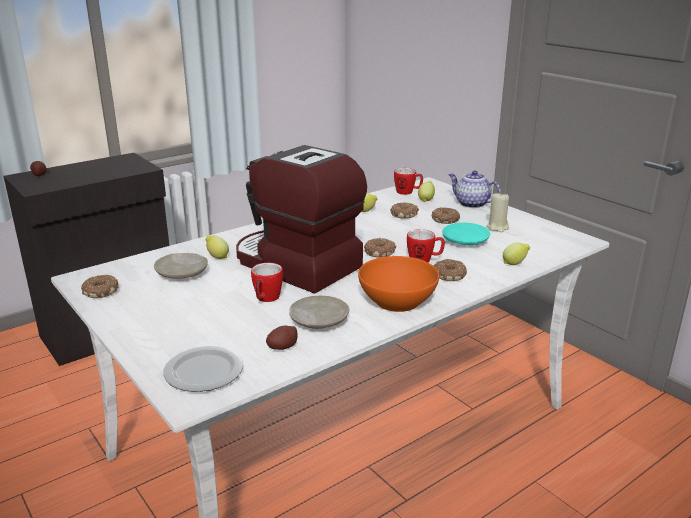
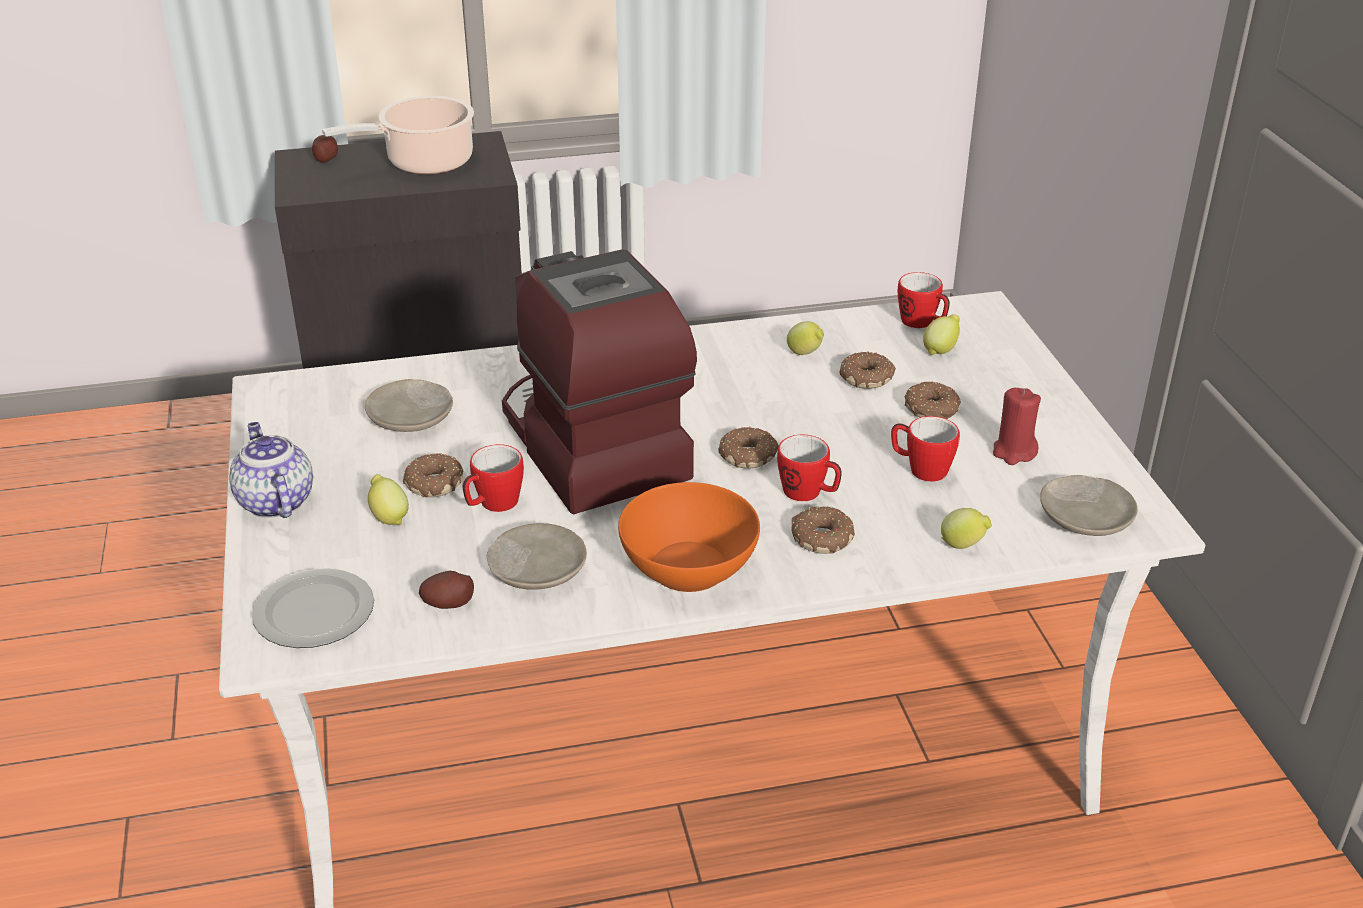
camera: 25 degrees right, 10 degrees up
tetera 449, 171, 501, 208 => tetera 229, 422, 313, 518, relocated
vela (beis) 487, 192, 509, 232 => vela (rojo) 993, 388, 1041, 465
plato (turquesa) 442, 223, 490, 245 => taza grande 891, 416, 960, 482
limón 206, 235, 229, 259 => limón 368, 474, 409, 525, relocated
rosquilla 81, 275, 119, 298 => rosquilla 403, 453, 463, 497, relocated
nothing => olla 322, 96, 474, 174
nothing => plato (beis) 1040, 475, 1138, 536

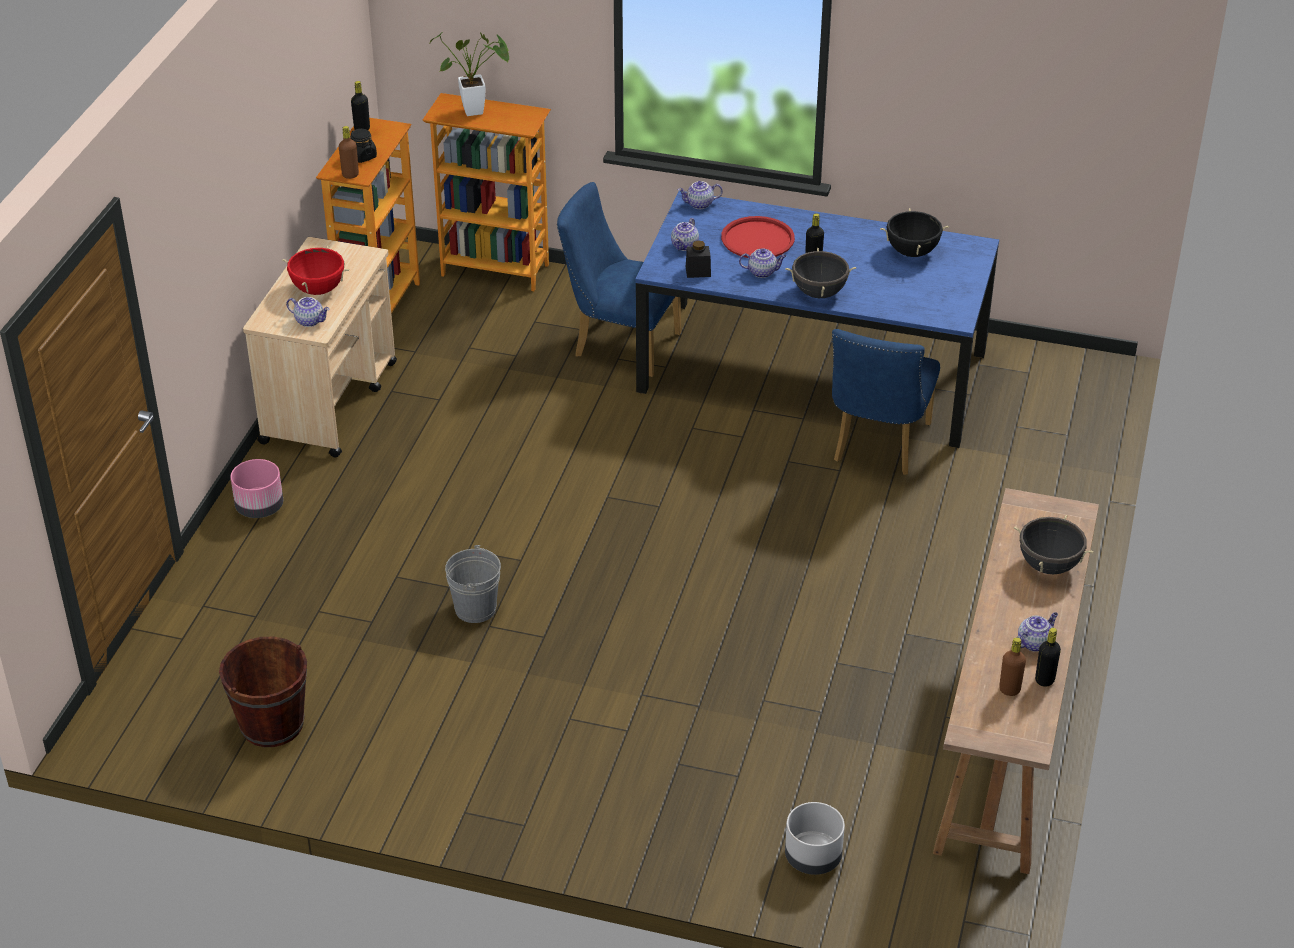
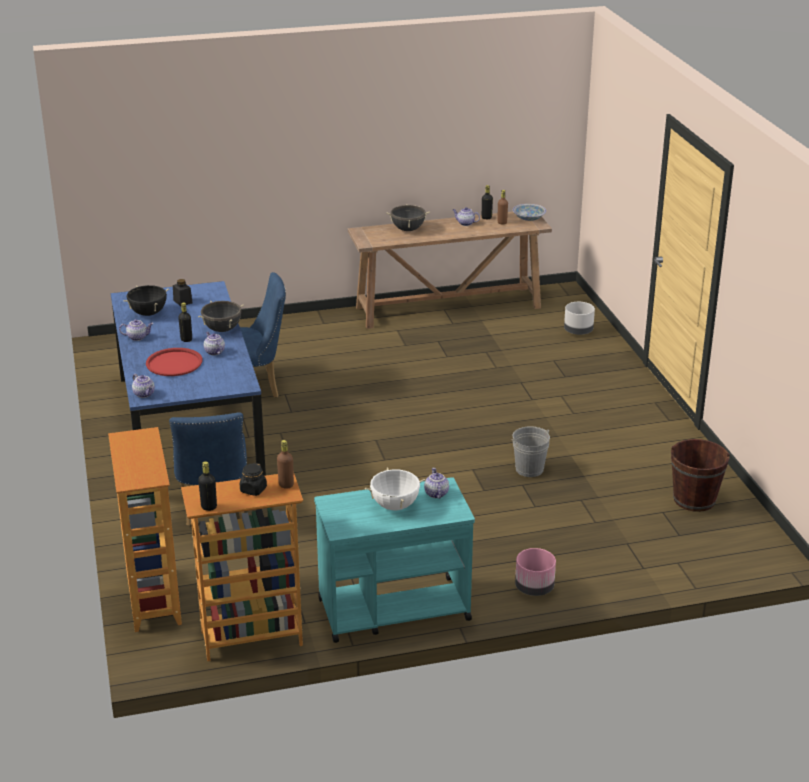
camera: 120 degrees left, 10 degrees down
planta en maceta 430, 32, 510, 116 => nothing
tetera 671, 218, 699, 251 => tetera 119, 319, 154, 341, relocated
carrito (beis) 243, 237, 397, 458 => carrito (turquesa) 314, 477, 475, 643
tarro (negro) 686, 240, 711, 278 => tarro (negro) 173, 279, 193, 306, relocated
olla (rojo) 282, 245, 349, 295 => olla (blanco) 365, 467, 425, 510
nothing => cuenco 513, 204, 546, 221

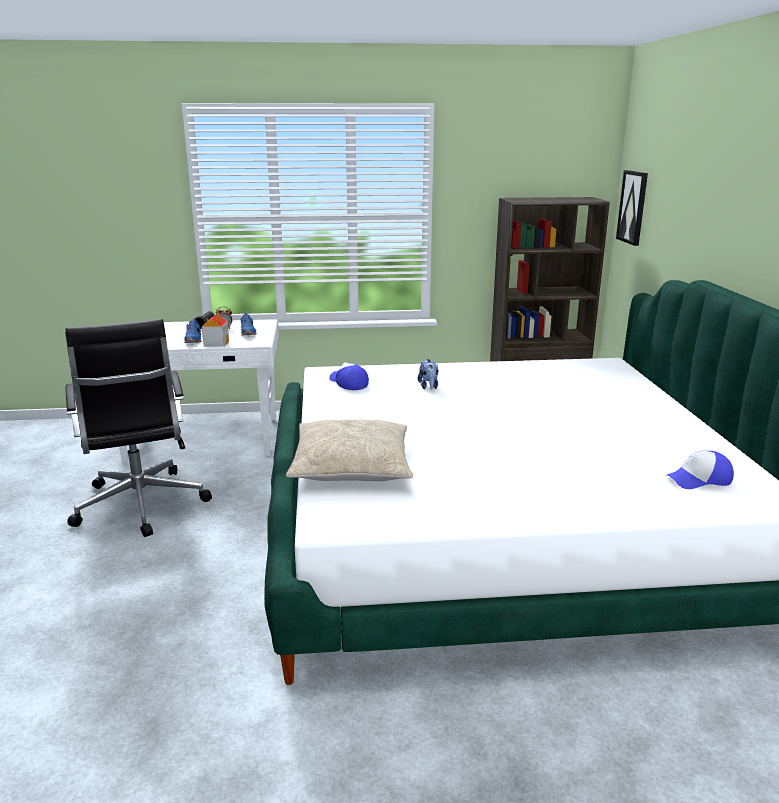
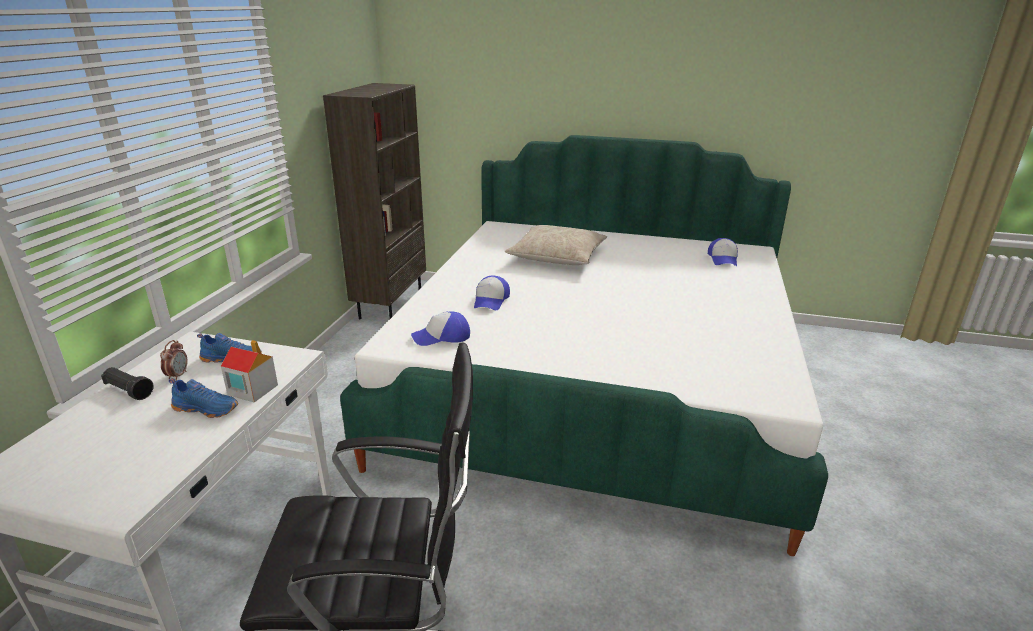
camera: 70 degrees left, 5 degrees up
cuadro 616, 170, 648, 246 => nothing
peluche 418, 359, 438, 389 => gorra 474, 276, 510, 310
cojín (beis) 286, 419, 413, 481 => cojín (beis) 505, 225, 607, 265, relocated

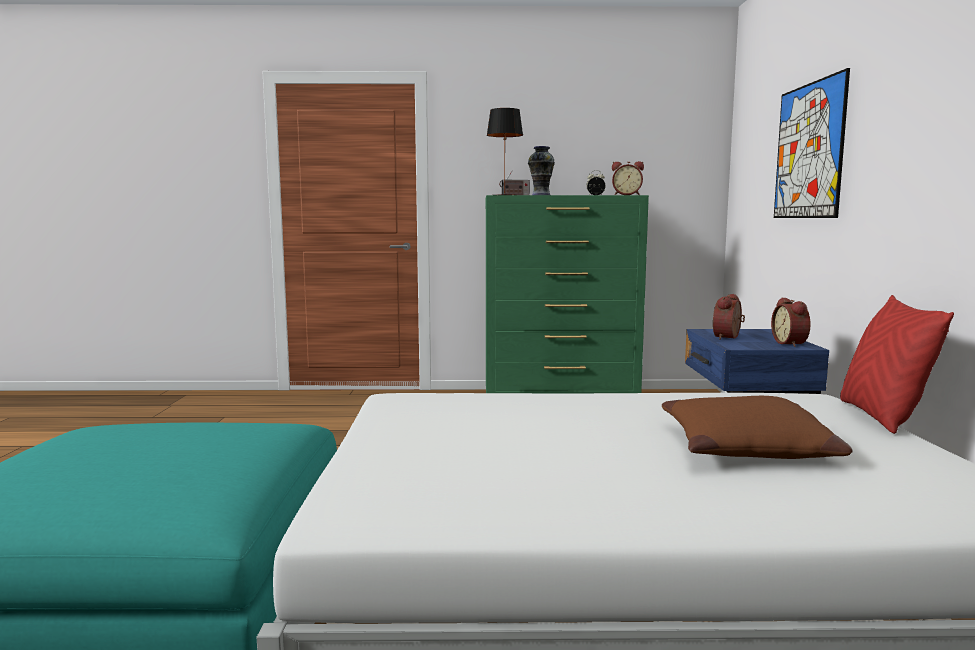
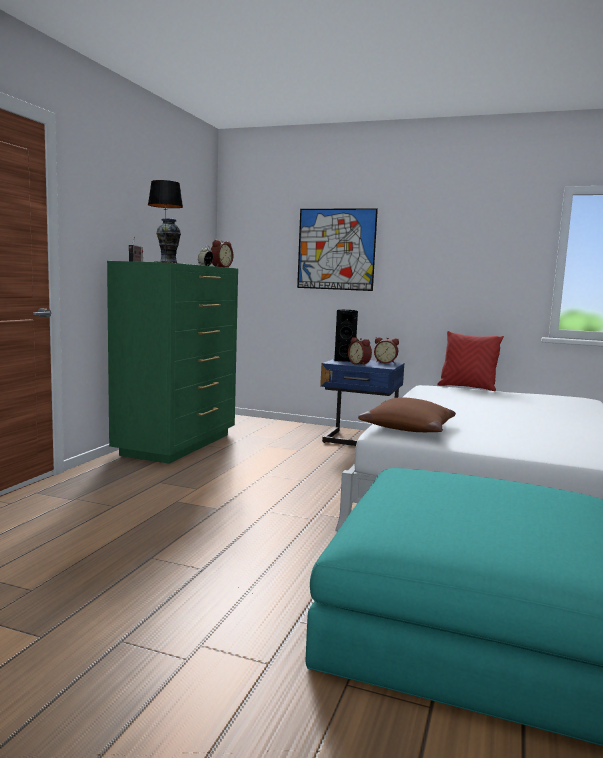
camera: 70 degrees left, 0 degrees up
cojín (marrón) 662, 396, 852, 459 => cojín (marrón) 358, 397, 456, 432, relocated
nothing => altavoz (negro) 334, 309, 358, 362

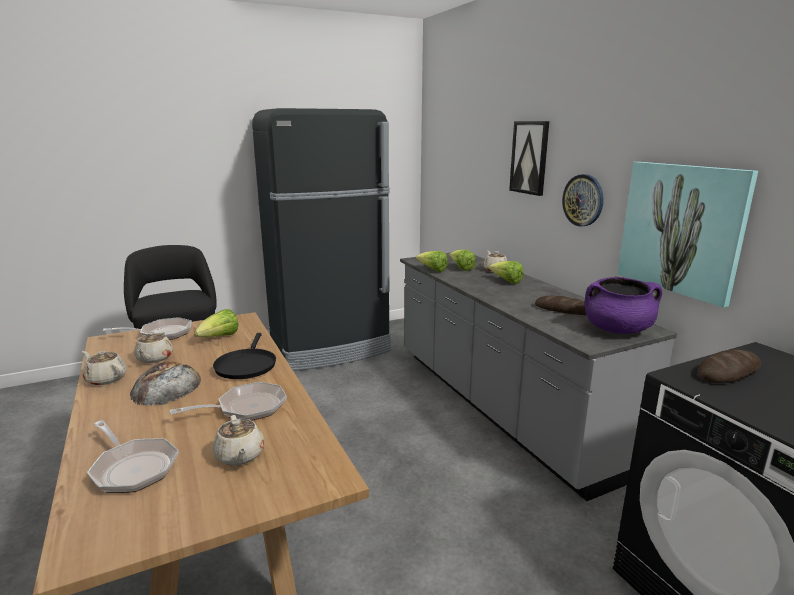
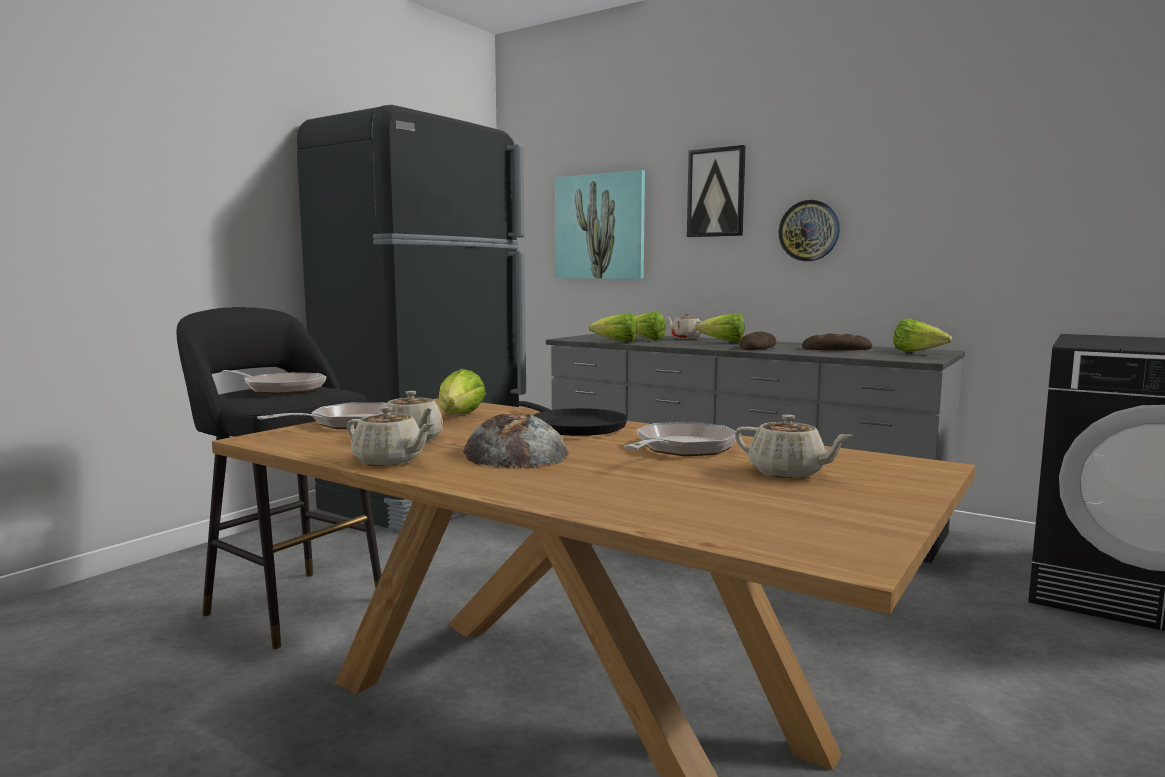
camera: 30 degrees left, 10 degrees down
cuadro 618, 162, 758, 308 => cuadro 555, 170, 645, 279, relocated
olla (morado) 585, 277, 662, 334 => lechuga 893, 319, 952, 352
pan 697, 350, 761, 383 => pan 740, 332, 776, 350, relocated
tetera (beis) 82, 351, 126, 385 => tetera (beis) 347, 406, 434, 466, 150 degrees counterclockwise
sartén 87, 420, 179, 493 => sartén 221, 370, 327, 394, relocated

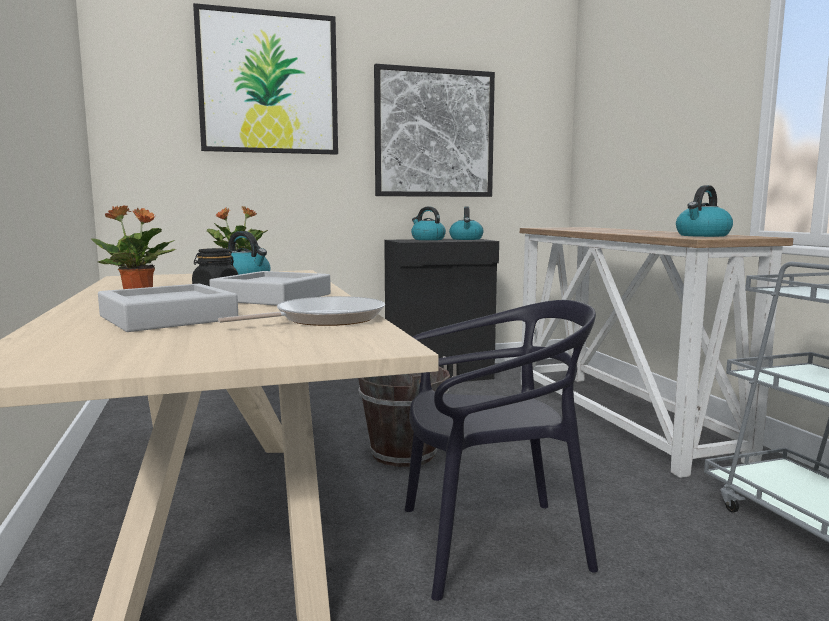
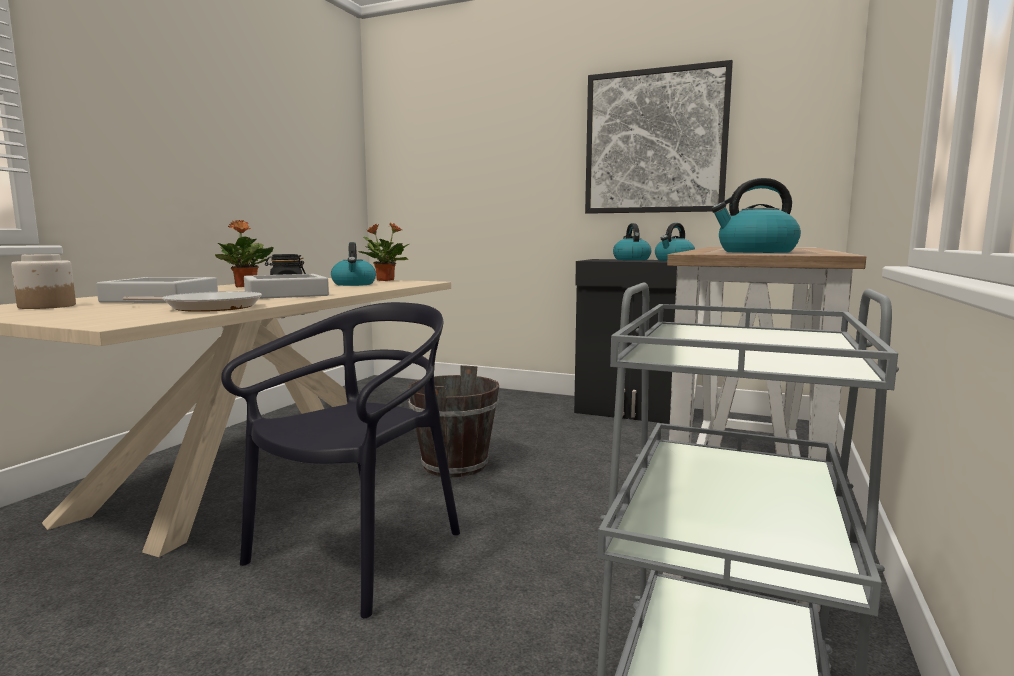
camera: 40 degrees right, 0 degrees up
cuadro 193, 3, 338, 155 => nothing
silla (negro) 405, 300, 598, 601 => silla (negro) 221, 302, 460, 618, 90 degrees counterclockwise
nothing => tarro 11, 254, 76, 309

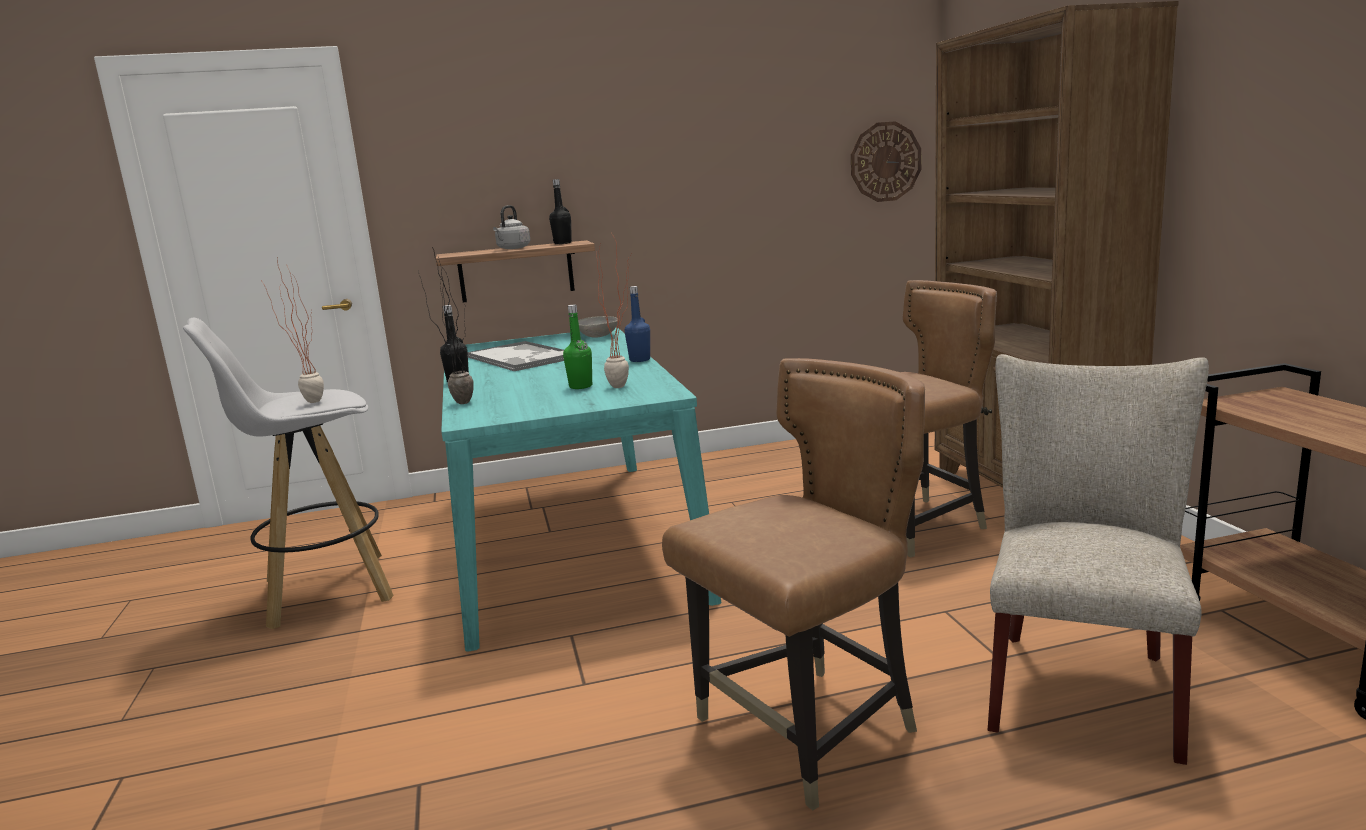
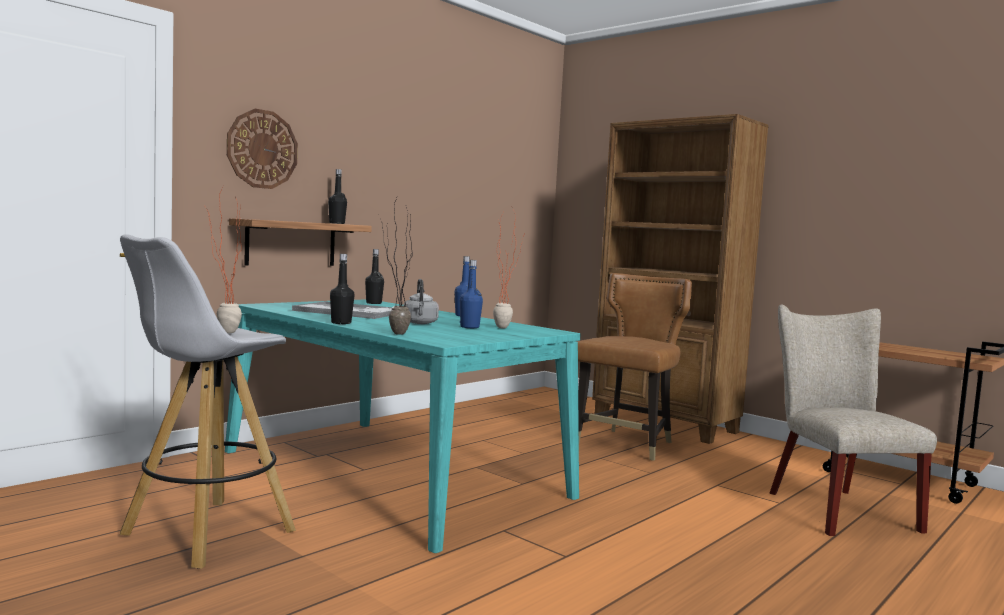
camera: 35 degrees left, 10 degrees down
reloj de pared 851, 121, 921, 202 => reloj de pared 227, 109, 298, 189, relocated
hervidor (gris) 493, 205, 530, 249 => hervidor (gris) 403, 279, 439, 324, relocated
botella (verde) 563, 305, 592, 389 => botella (azul) 460, 260, 483, 328
cuenco (gris) 578, 316, 618, 338 => botella (negro) 365, 249, 384, 304
silla (marrón) 662, 358, 925, 810 => nothing

